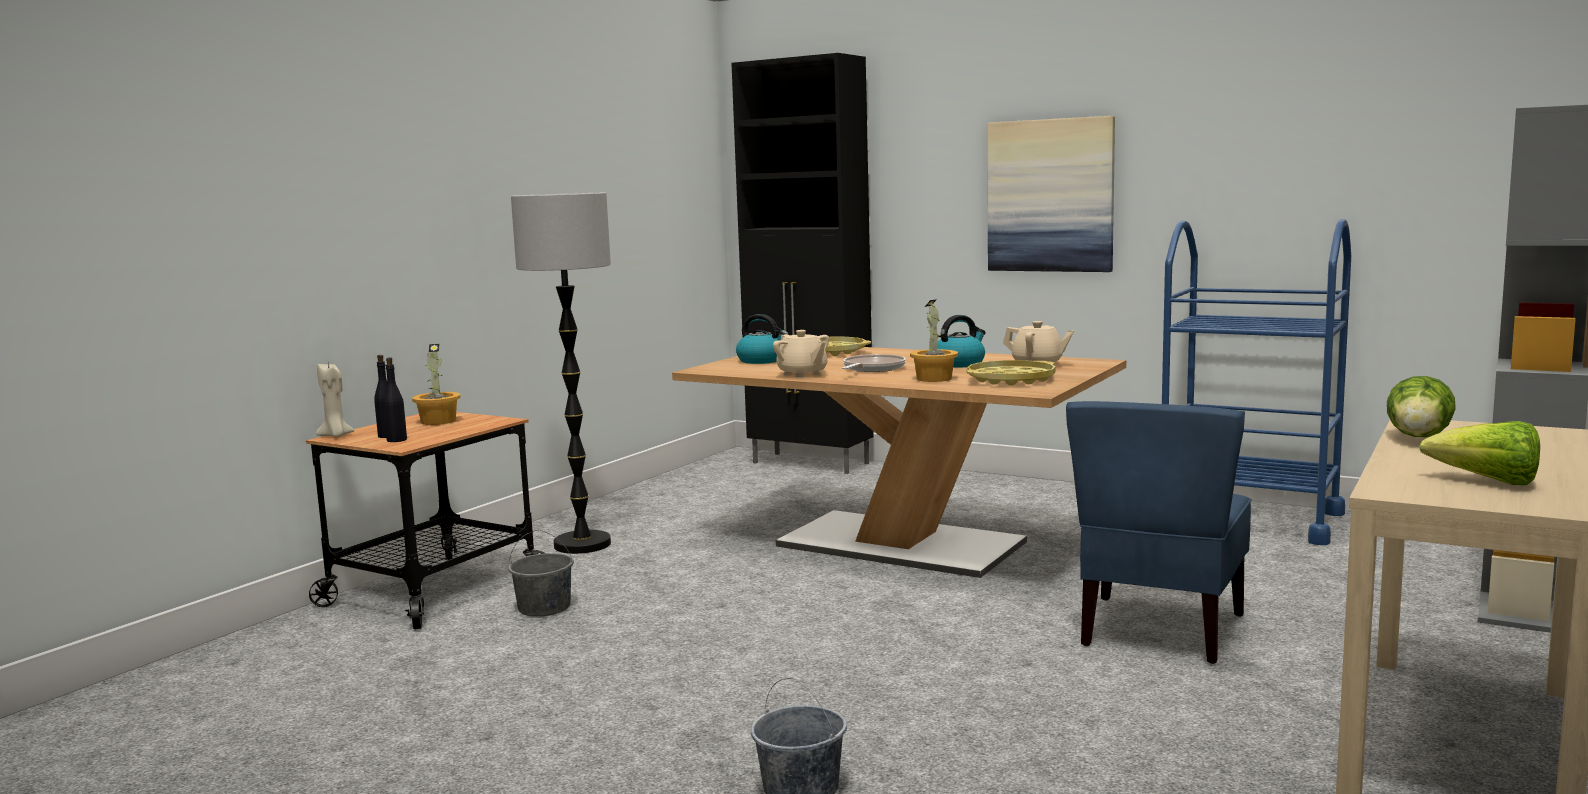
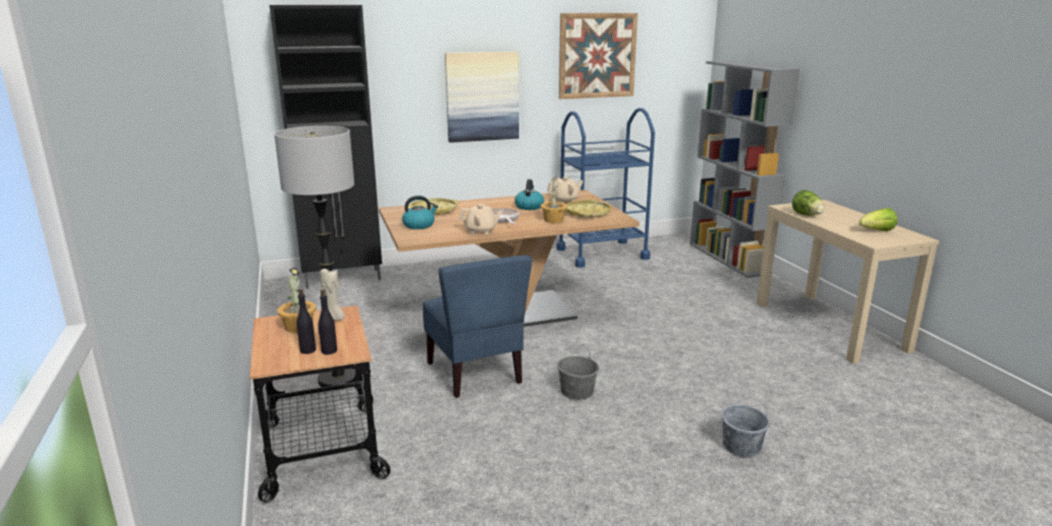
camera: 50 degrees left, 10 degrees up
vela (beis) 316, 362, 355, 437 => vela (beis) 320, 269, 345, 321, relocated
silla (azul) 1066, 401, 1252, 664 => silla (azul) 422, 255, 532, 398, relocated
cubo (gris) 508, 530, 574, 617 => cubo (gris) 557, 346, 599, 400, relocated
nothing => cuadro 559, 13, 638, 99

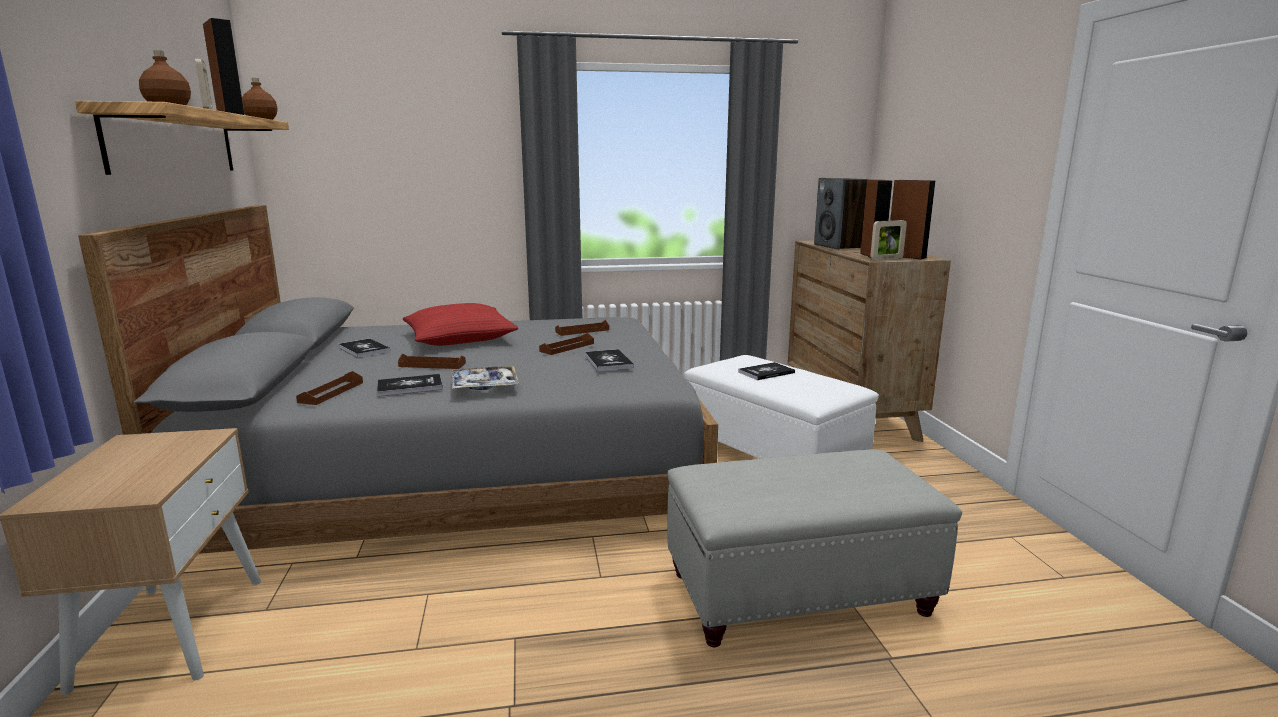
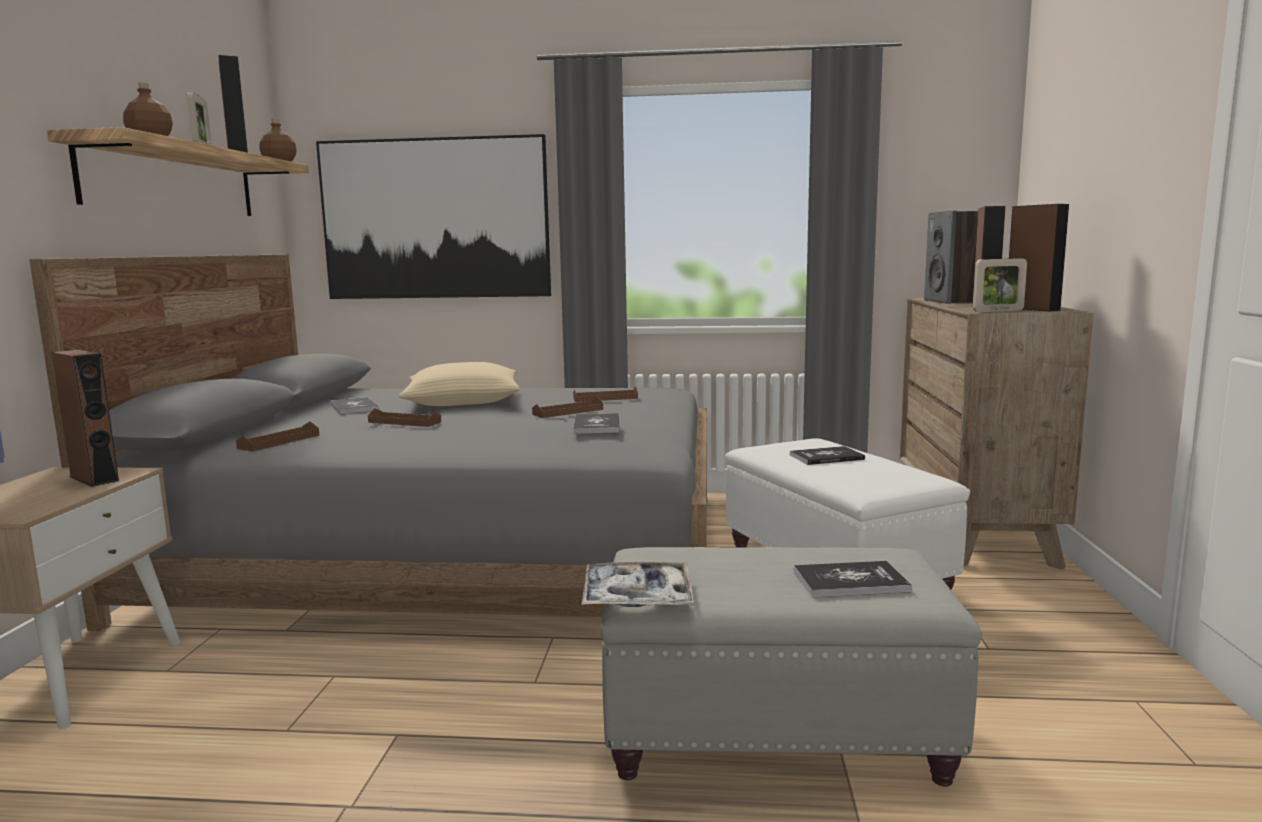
camera: 15 degrees right, 5 degrees down
cojín (rojo) 403, 303, 518, 346 => cojín (beis) 399, 362, 520, 406
bandeja 452, 366, 519, 390 => bandeja 582, 562, 694, 607, relocated
libro 377, 374, 443, 396 => libro 794, 561, 912, 597, relocated
nothing => cuadro 316, 134, 551, 299
nothing => altavoz (marrón) 51, 350, 119, 487

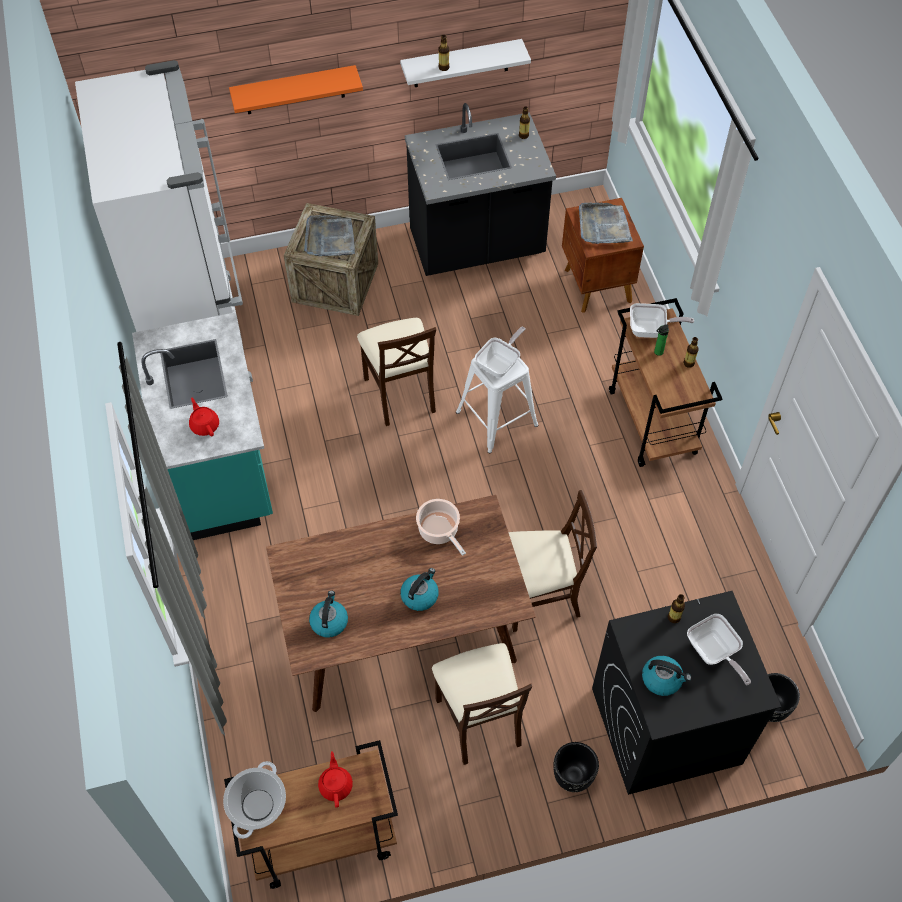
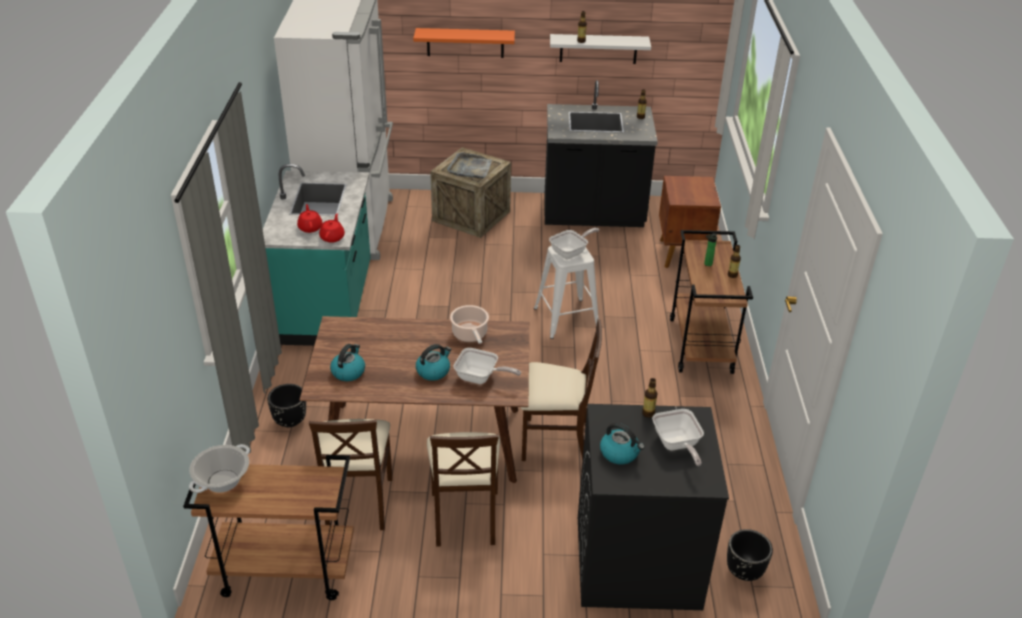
camera: 15 degrees right, 20 degrees down
bandeja (gris) 579, 203, 633, 244 => nothing
sartén 630, 303, 694, 338 => sartén 453, 348, 521, 384, relocated
silla (beis) 357, 318, 436, 426 => silla (beis) 309, 419, 393, 530, relocated
maceta (negro) 553, 742, 599, 792 => maceta (negro) 267, 384, 306, 427, relocated
tetera (rojo) 318, 751, 353, 808 => tetera (rojo) 319, 214, 345, 243, relocated

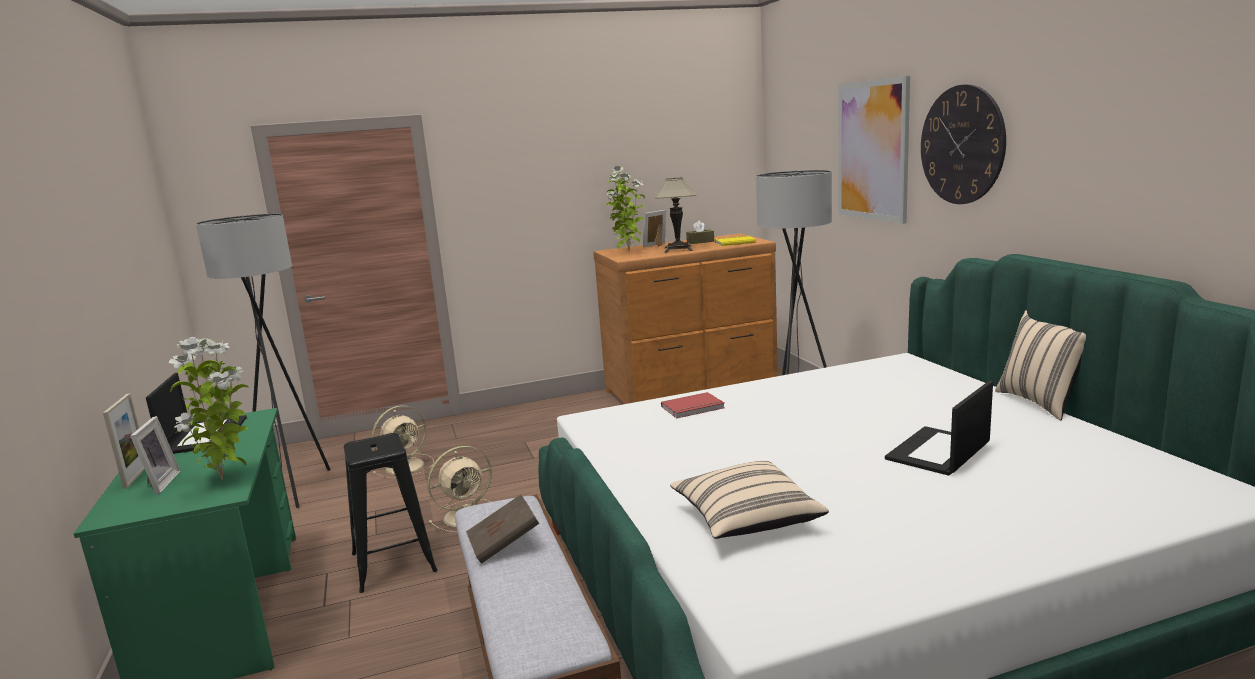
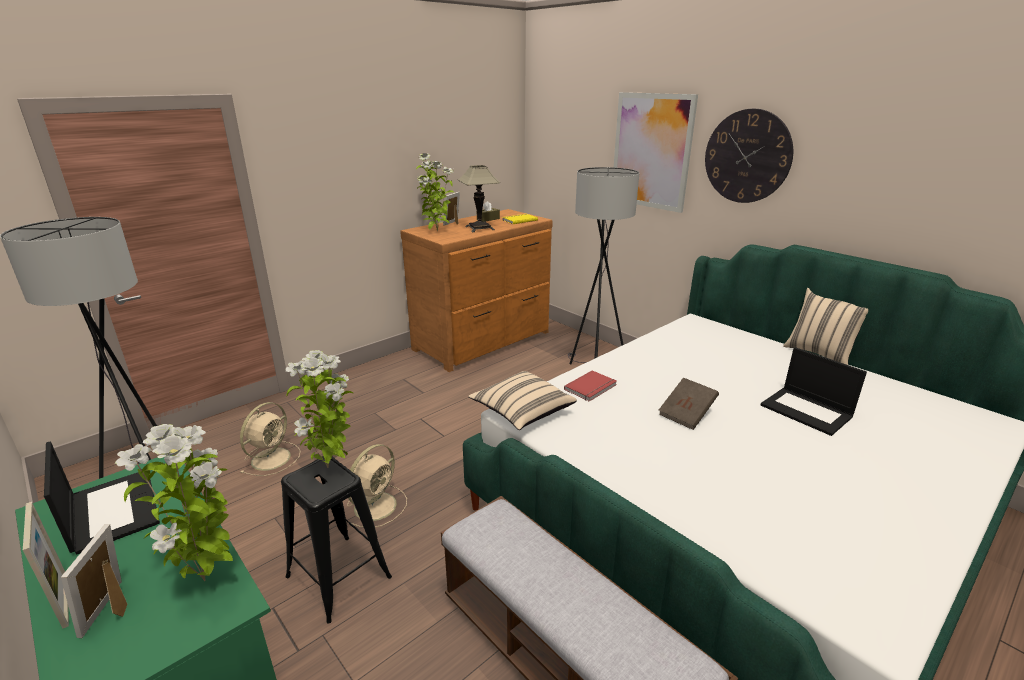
camera: 25 degrees left, 10 degrees up
portátil 885, 380, 993, 476 => portátil 761, 347, 867, 436, 60 degrees counterclockwise
portarretratos 130, 416, 180, 494 => portarretratos 61, 524, 127, 638, 150 degrees counterclockwise
cojín (beis) 670, 461, 829, 539 => cojín (beis) 468, 371, 577, 430, relocated
libro (marrón) 466, 495, 539, 564 => libro (marrón) 659, 378, 719, 430, relocated
nothing => planta en maceta 286, 350, 353, 468

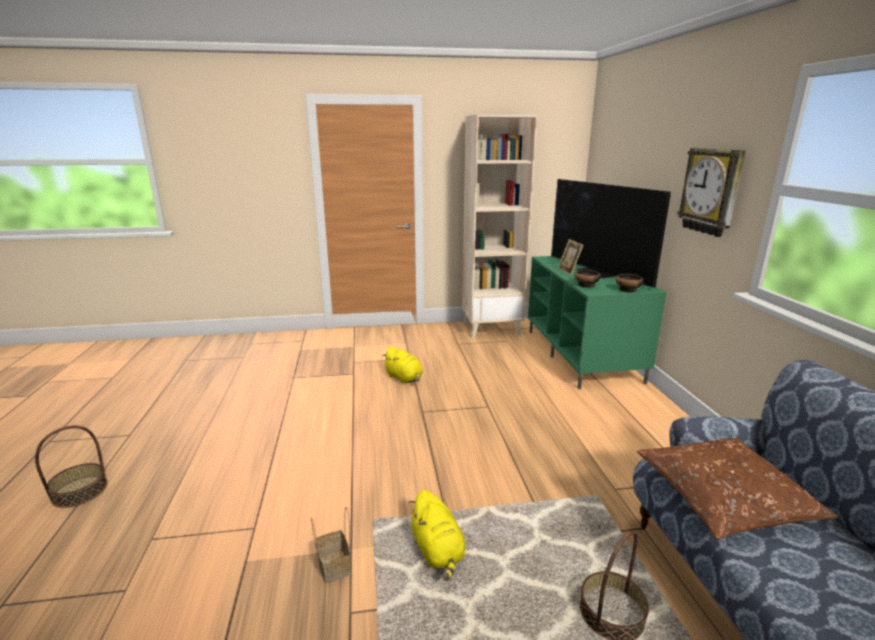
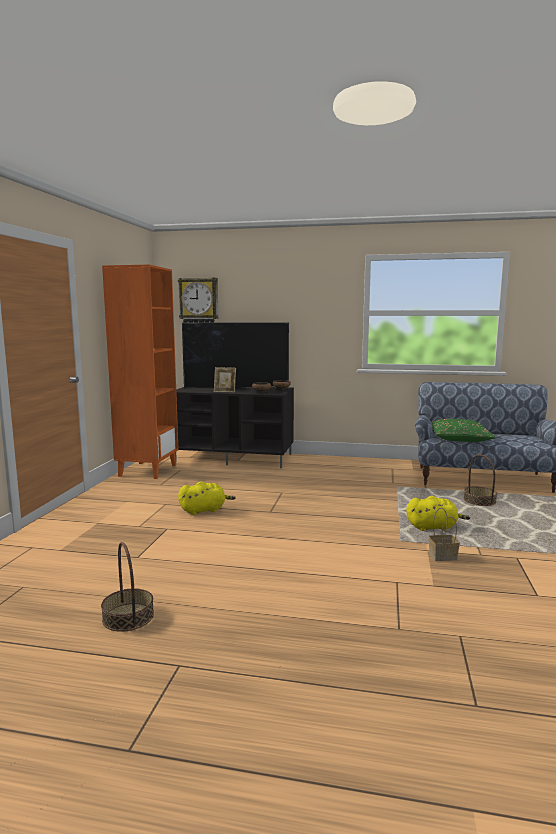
camera: 70 degrees left, 10 degrees down
estantería (beis) 462, 115, 538, 339 => estantería (naranja) 102, 264, 179, 479
reloj de pared 677, 148, 746, 237 => reloj de pared 178, 278, 218, 323, relocated
mueble de televisión (verde) 528, 256, 667, 389 => mueble de televisión (negro) 175, 387, 294, 468
cesta 35, 426, 108, 508 => cesta 101, 542, 154, 632, relocated
cojín (marrón) 637, 438, 838, 539 => cojín (verde) 431, 419, 497, 442

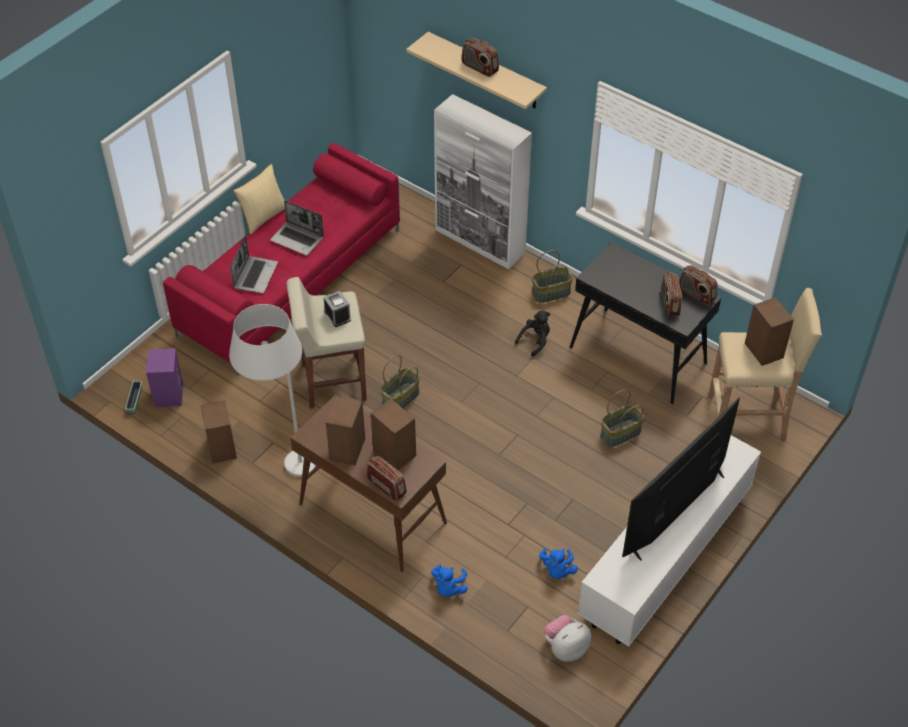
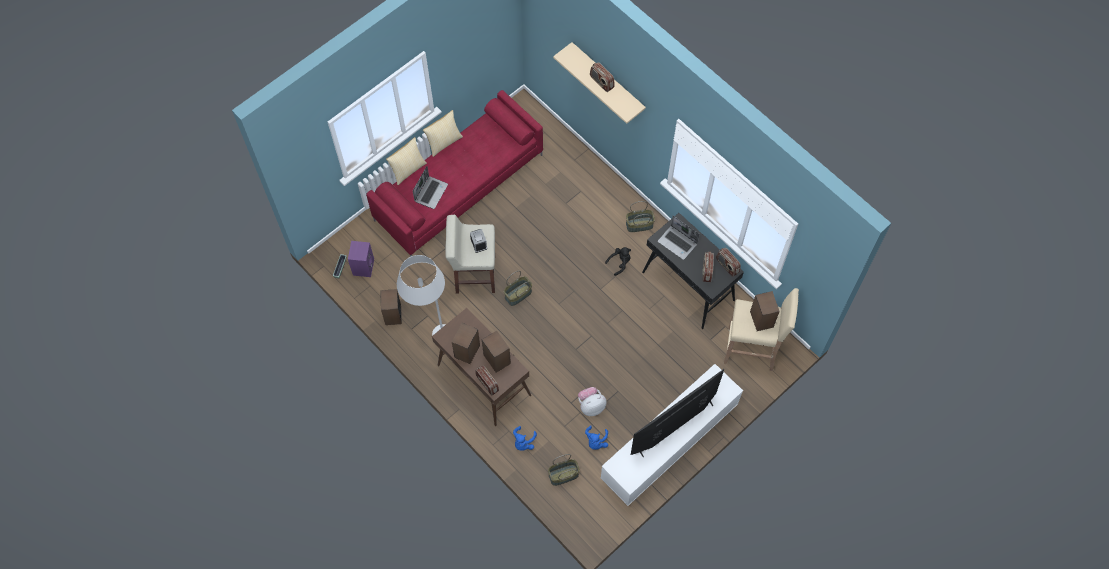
camera: 10 degrees right, 15 degrees up
armario (blanco) 434, 94, 532, 269 => nothing
portátil 270, 200, 324, 256 => portátil 658, 216, 700, 260, relocated
cesta 600, 390, 644, 447 => cesta 548, 454, 580, 486, relocated
peluche 543, 615, 591, 662 => peluche 578, 387, 607, 416, relocated
nothing => cojín 386, 137, 427, 185

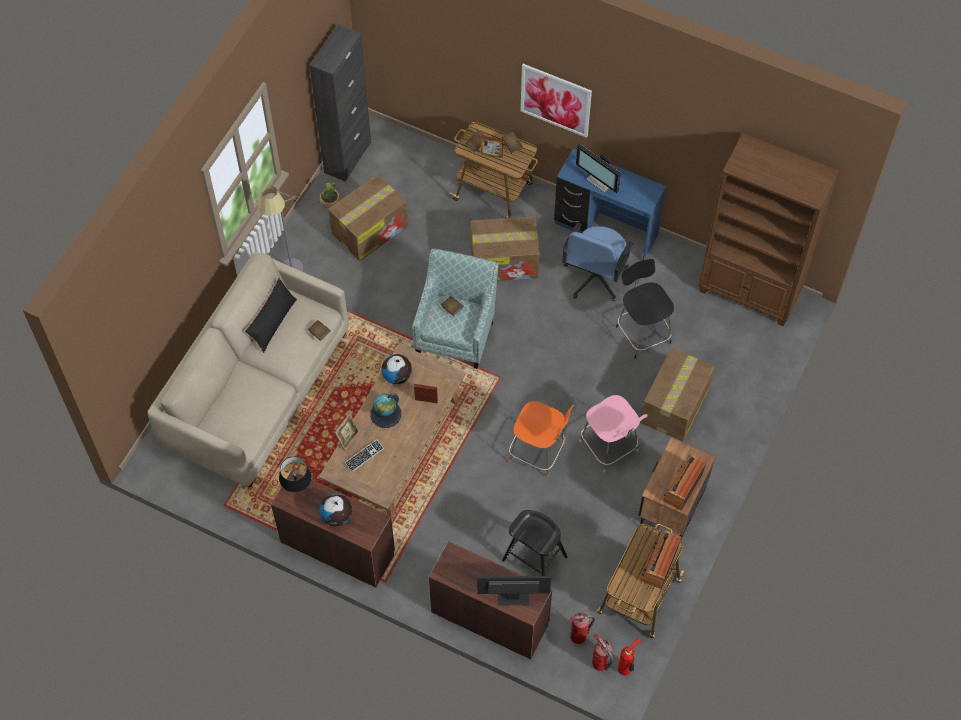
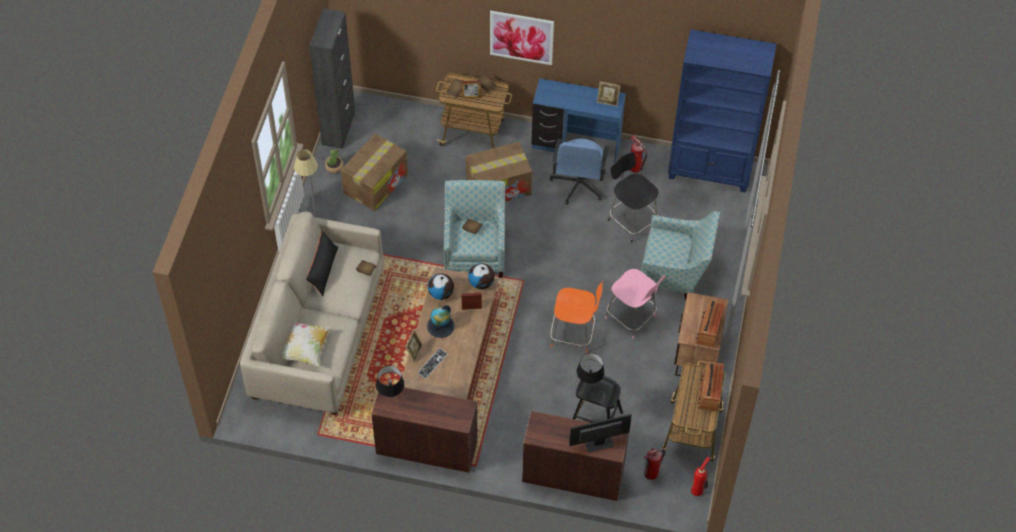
camera: 15 degrees left, 5 degrees down
estantería (marrón) 699, 133, 839, 326 => estantería (azul) 668, 29, 776, 193
monitor 576, 144, 621, 193 => nothing
caja de cartón 640, 348, 715, 441 => sillón 641, 211, 720, 300
globo terráqueo 319, 494, 352, 526 => globo terráqueo 468, 263, 495, 290, relocated
extintor 592, 634, 613, 671 => extintor 629, 135, 647, 173, relocated
nothing => portarretratos 597, 81, 620, 106
nothing => cojín 282, 323, 332, 367
nothing => lámpara de mesa (negro) 577, 353, 605, 385

